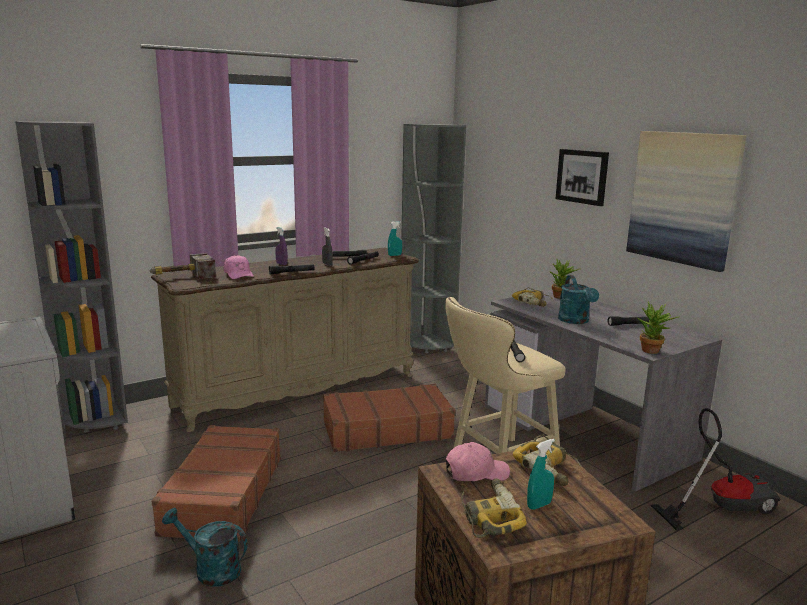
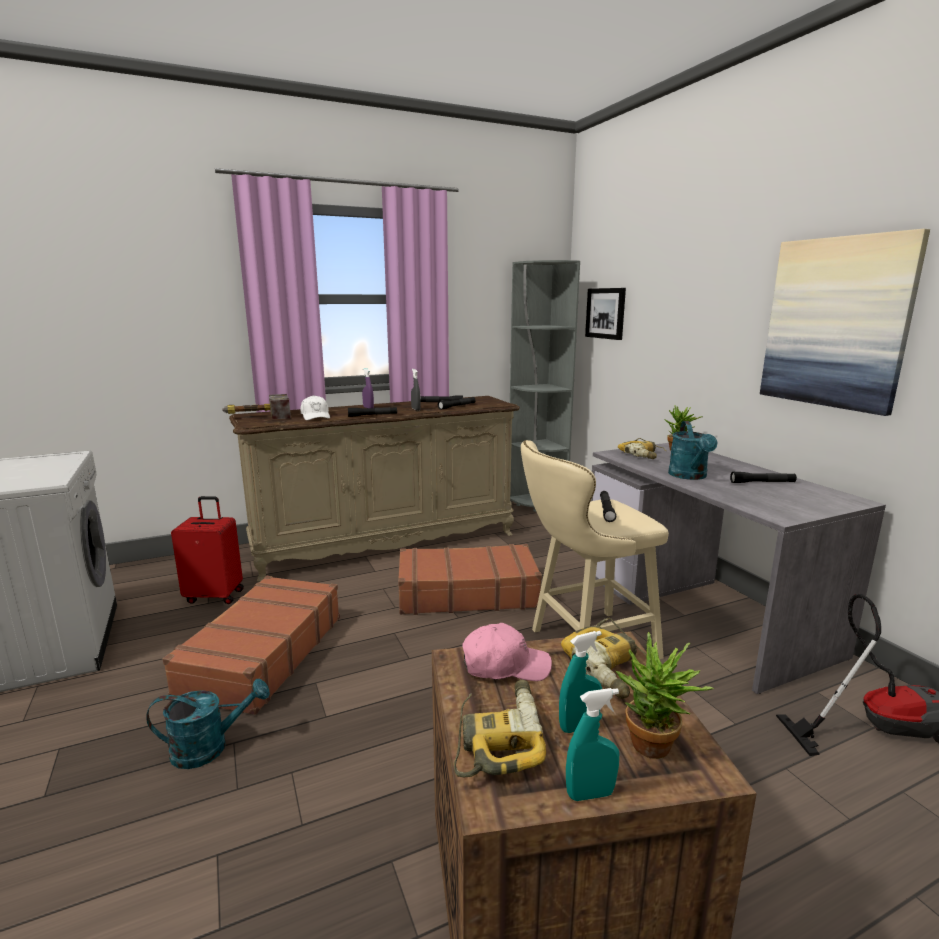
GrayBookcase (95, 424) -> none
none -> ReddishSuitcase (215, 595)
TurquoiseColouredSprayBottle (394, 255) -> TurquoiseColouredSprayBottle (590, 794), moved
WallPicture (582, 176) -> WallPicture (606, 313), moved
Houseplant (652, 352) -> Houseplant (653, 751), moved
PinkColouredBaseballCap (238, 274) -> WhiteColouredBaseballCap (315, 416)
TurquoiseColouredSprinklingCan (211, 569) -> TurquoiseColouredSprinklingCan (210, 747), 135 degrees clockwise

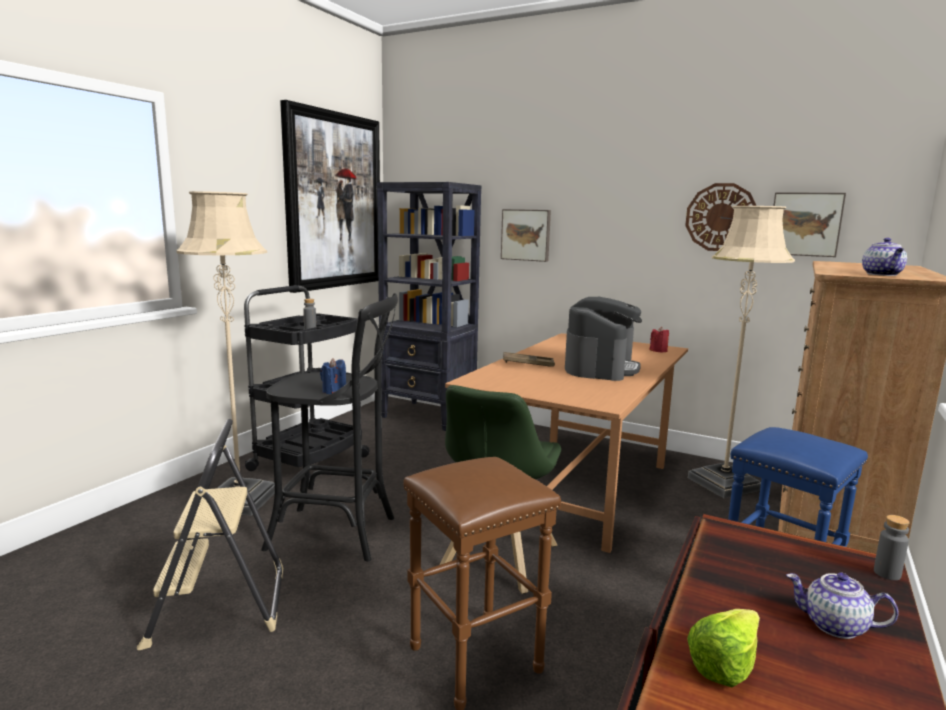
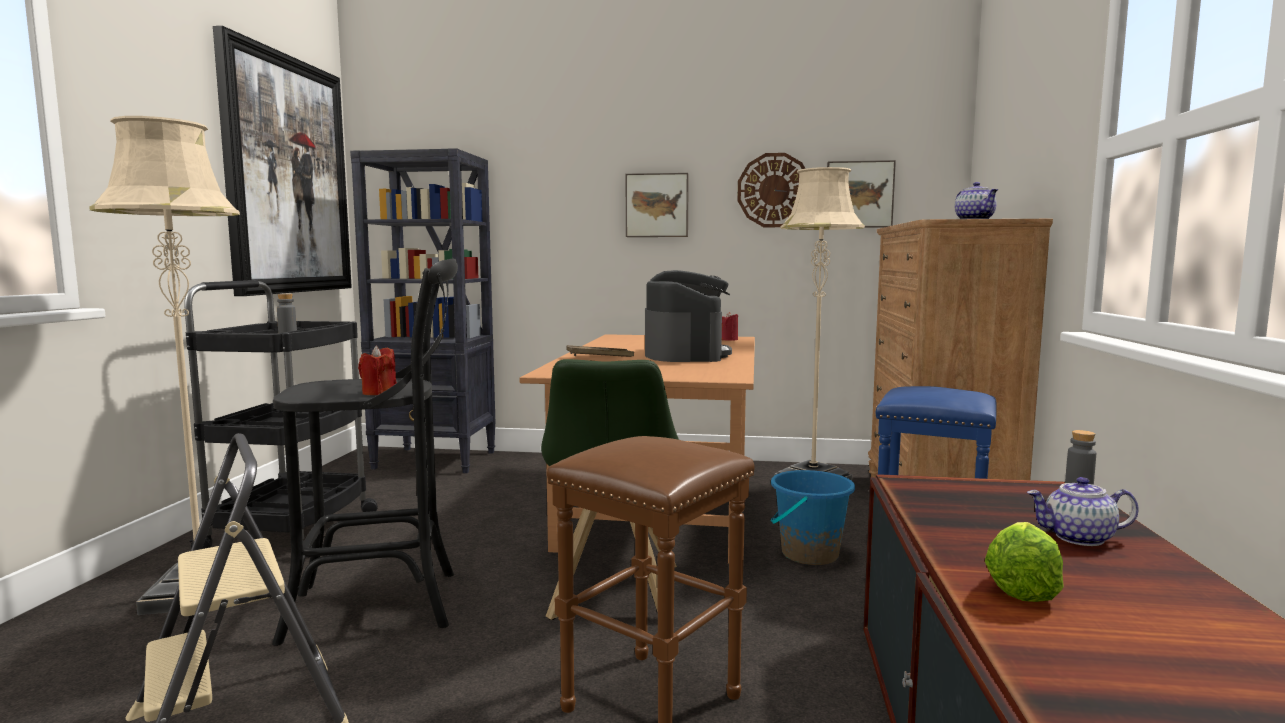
none -> BluishBucket (809, 554)
WallPicture (526, 235) -> WallPicture (657, 205), moved
BluishWaxLight (334, 391) -> ReddishWaxLight (379, 393)

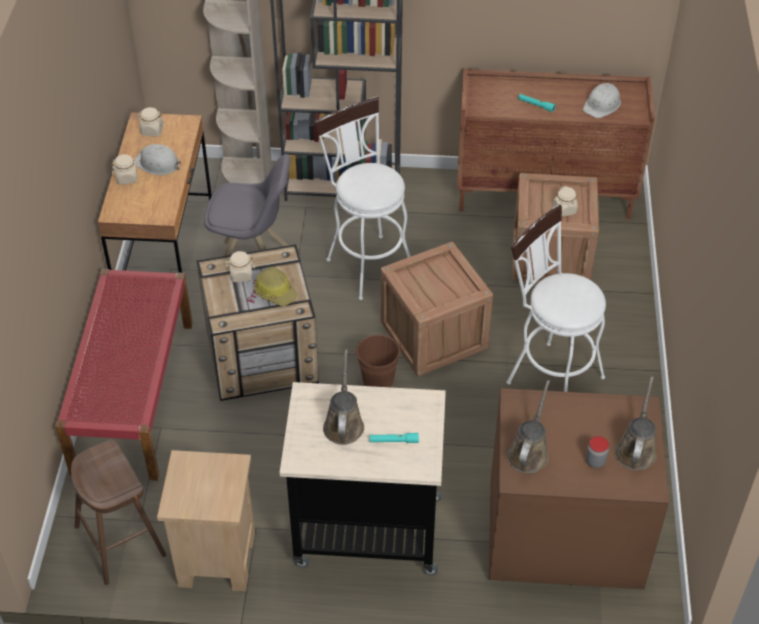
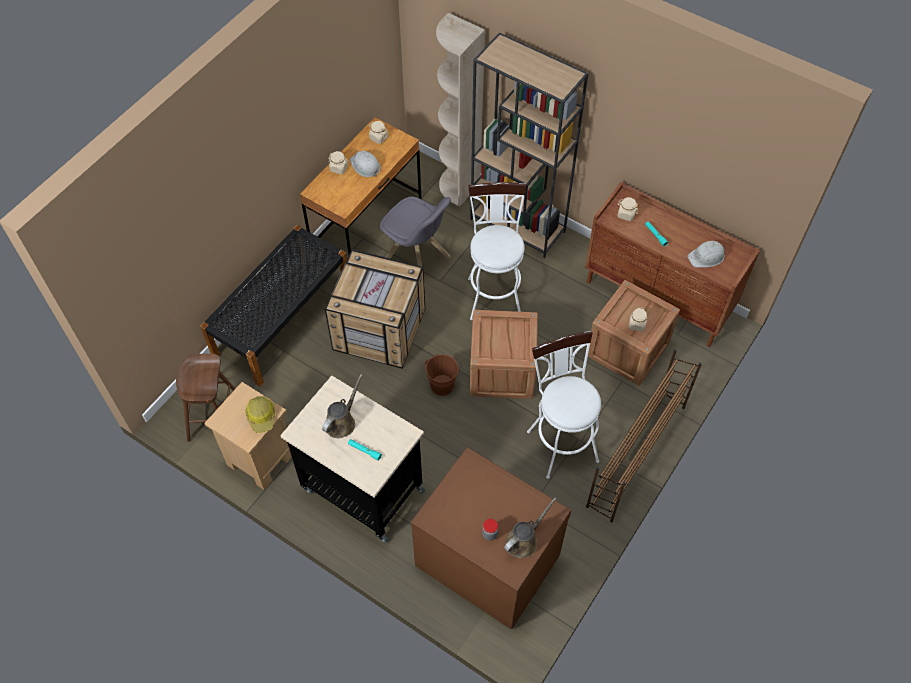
BrownSprinklingCan (528, 452) -> none
none -> BrownShoeStand (636, 456)
SandColouredStorageJar (241, 275) -> SandColouredStorageJar (626, 214), moved
SafetyHelmet (276, 292) -> SafetyHelmet (261, 416), moved
ReddishLongSeat (133, 395) -> BlackColouredLongSeat (282, 319)

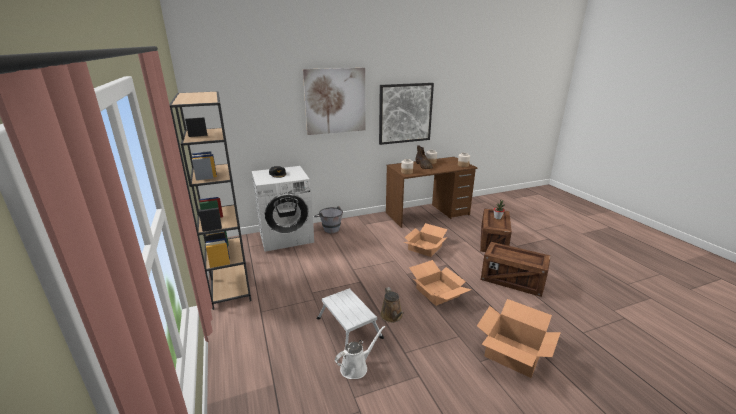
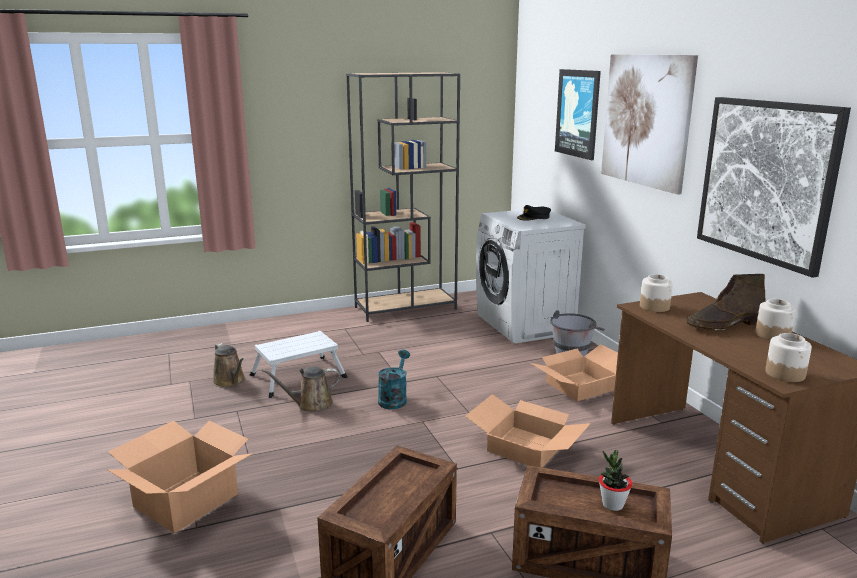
none -> TurquoiseColouredSprinklingCan (394, 398)
none -> WallPicture (578, 113)
Carton (436, 292) -> Carton (580, 385), moved
WhiteColouredSprinklingCan (356, 367) -> BrownSprinklingCan (230, 381)

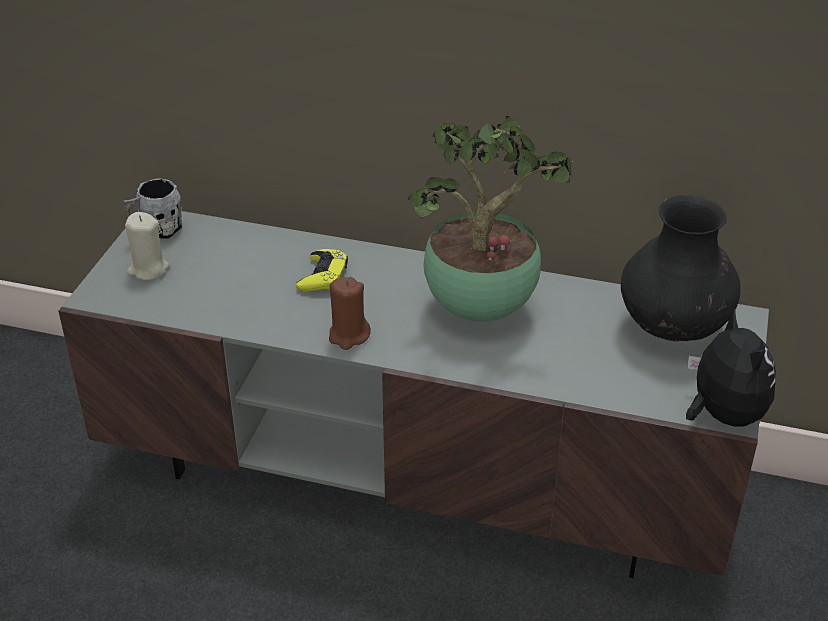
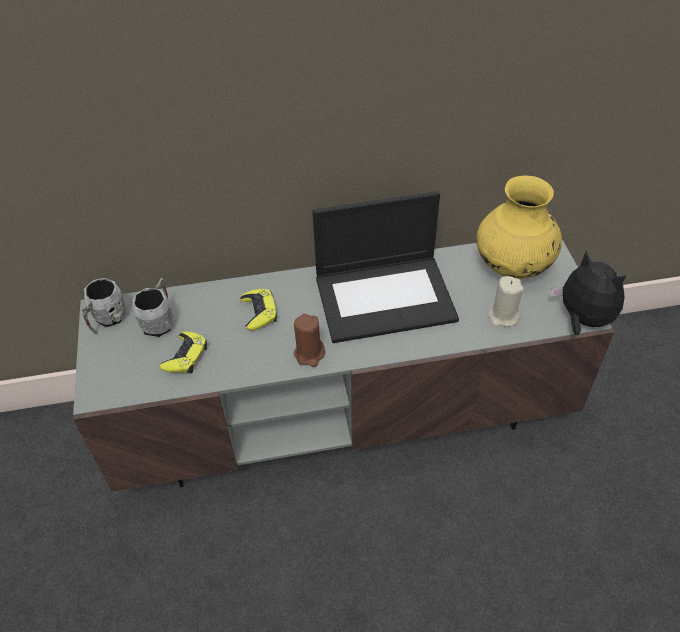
none -> GrayMug (160, 322)
none -> YellowColouredGamepad (185, 356)
SandColouredWaxLight (148, 269) -> SandColouredWaxLight (503, 316), moved
Houseplant (483, 309) -> NotebookComputer (386, 297)
BlackColouredVase (673, 329) -> YellowColouredVase (512, 267)

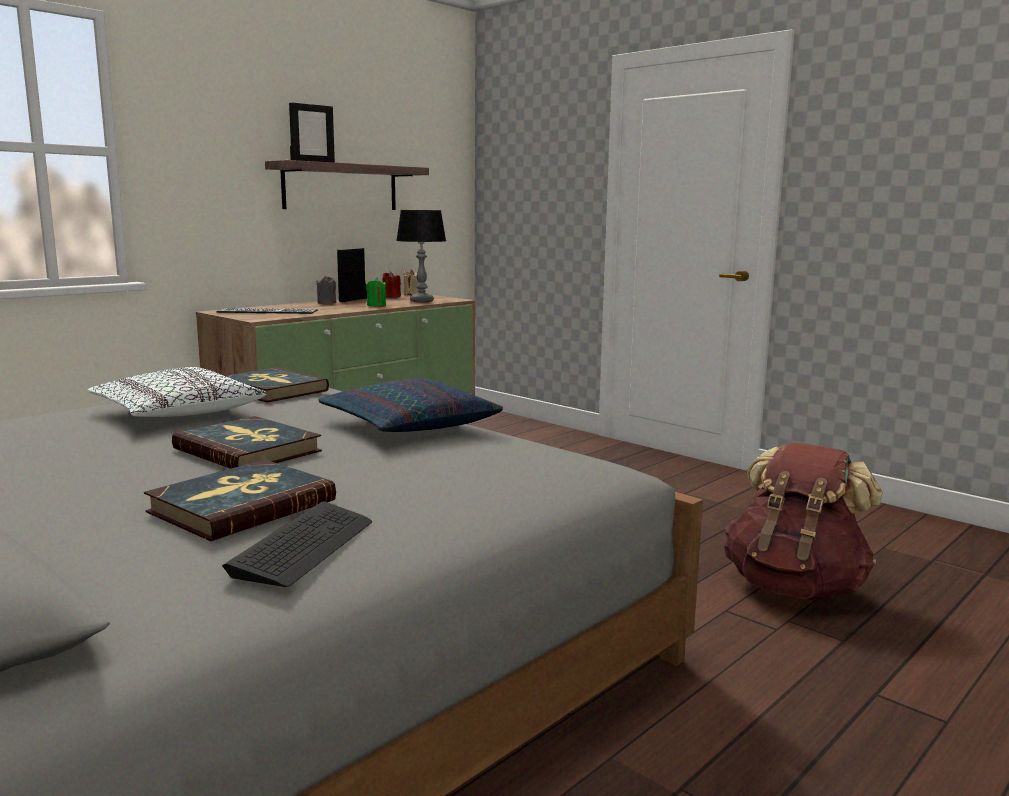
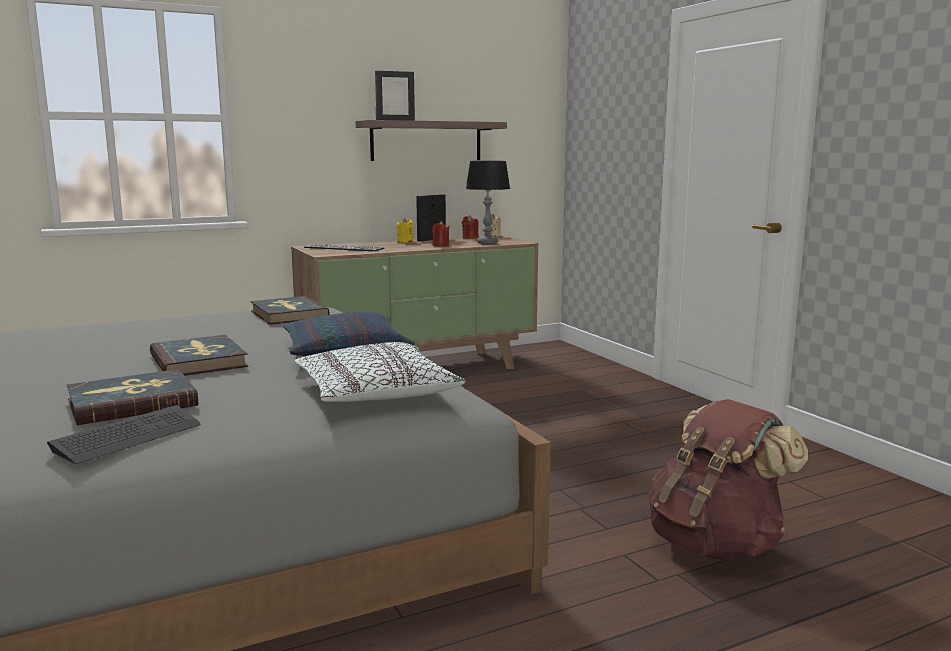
WhiteColouredCushion (177, 412) -> WhiteColouredCushion (375, 392), moved
GrayWaxLight (326, 302) -> YellowColouredWaxLight (405, 241)
GreenishWaxLight (376, 305) -> ReddishWaxLight (441, 246)

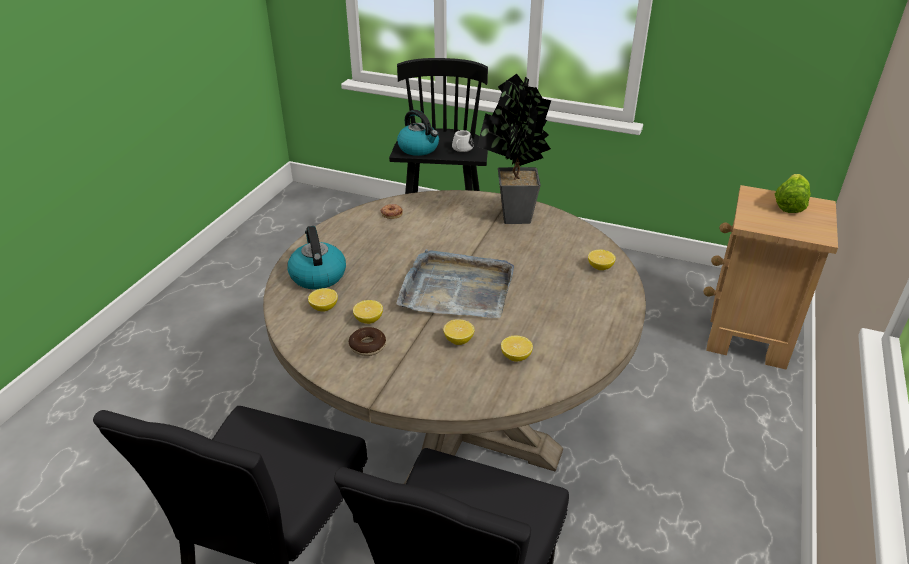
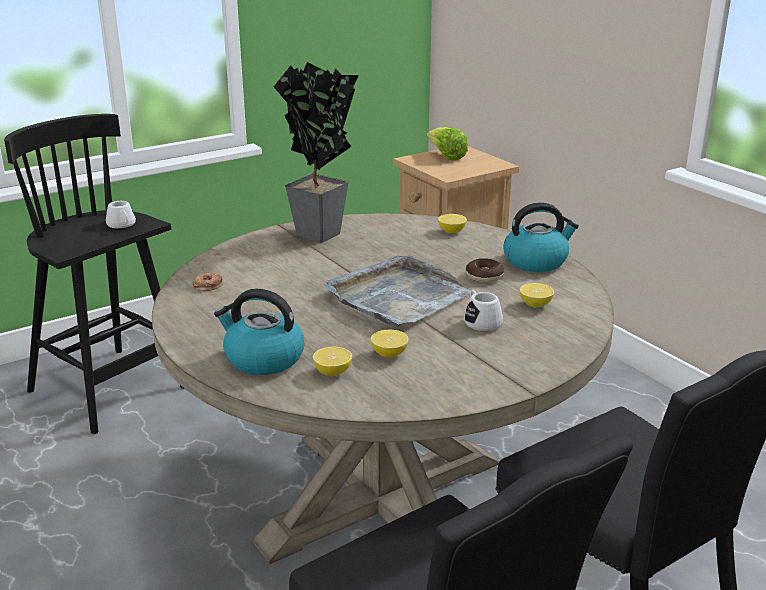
Doughnut (367, 346) -> Doughnut (484, 276), moved
WaterKettle (419, 148) -> WaterKettle (536, 261), moved
CitrusFruit (458, 340) -> WhiteColouredMug (480, 321)

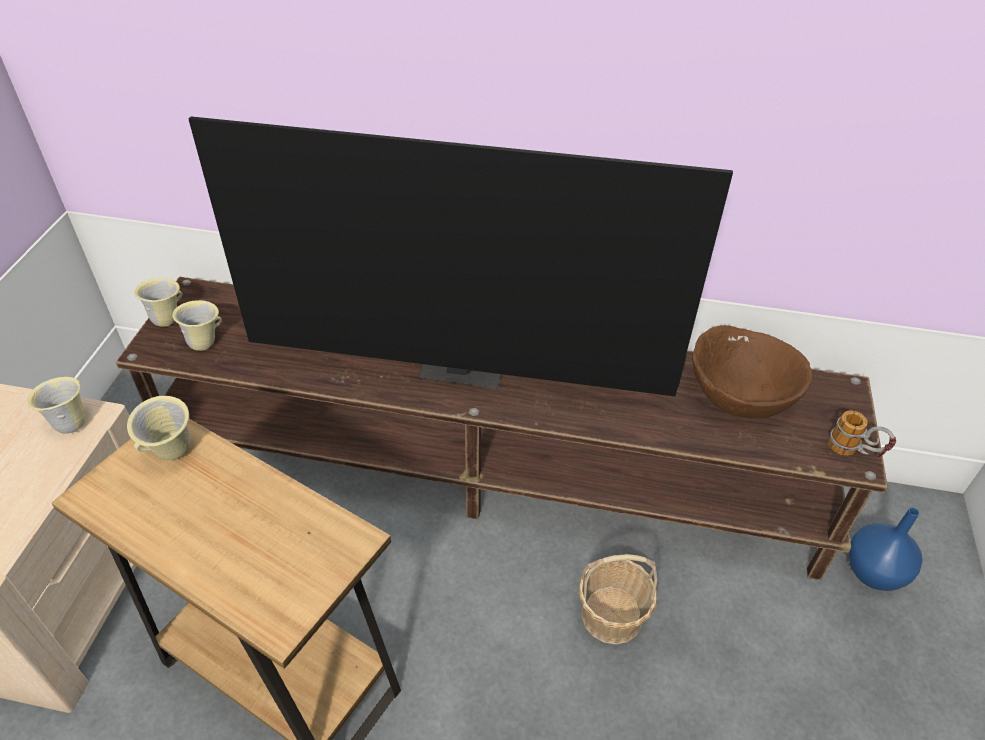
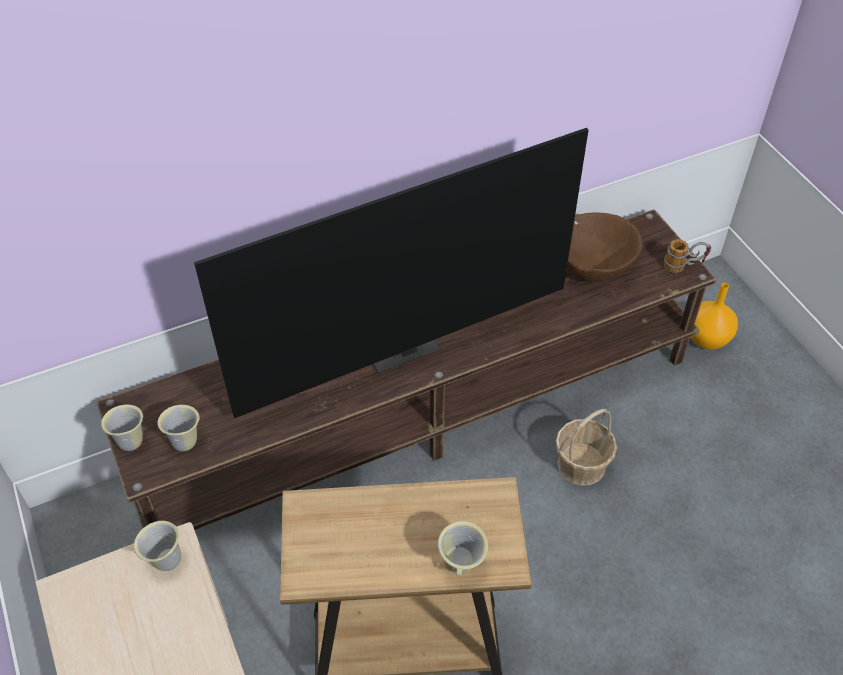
SandColouredMug (172, 455) -> SandColouredMug (461, 566), moved
BluishVase (872, 571) -> OrangeVase (705, 338)

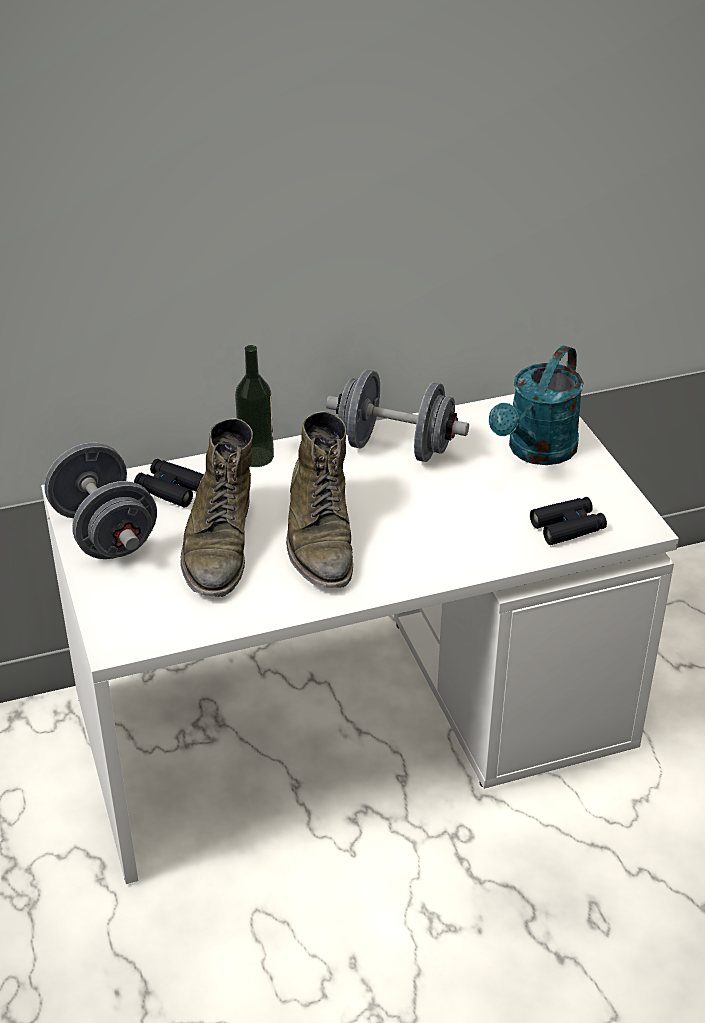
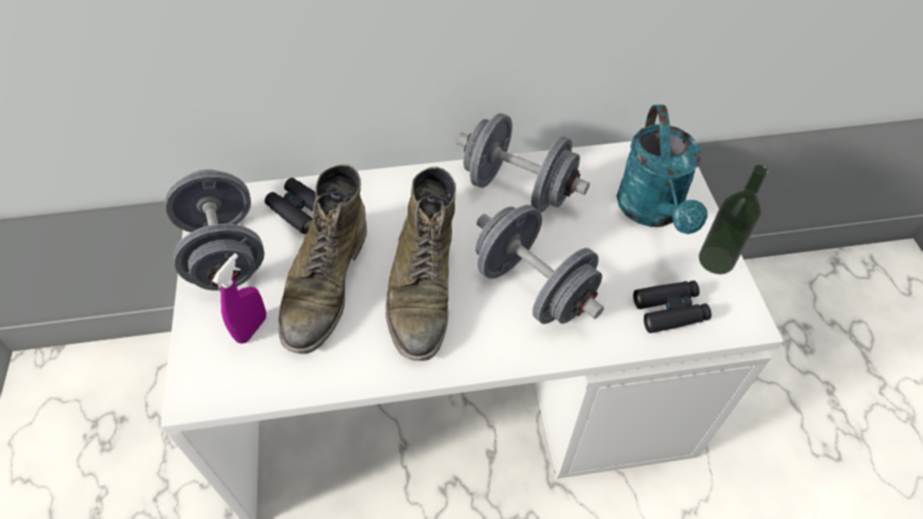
none -> PurpleSprayBottle (252, 328)
none -> GrayFreeWeight (533, 288)
Bottle (256, 457) -> Bottle (716, 260), moved
TurquoiseColouredSprinklingCan (536, 452) -> TurquoiseColouredSprinklingCan (653, 212), 45 degrees counterclockwise

